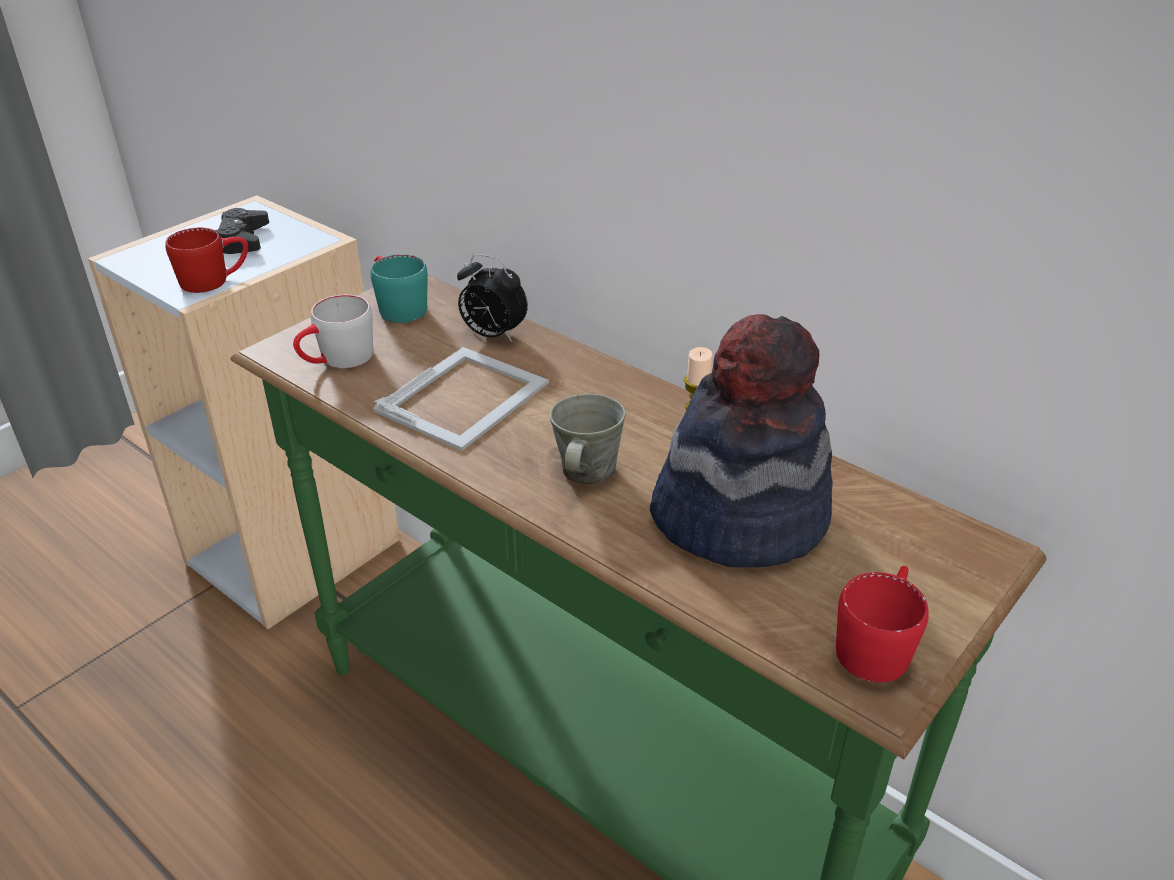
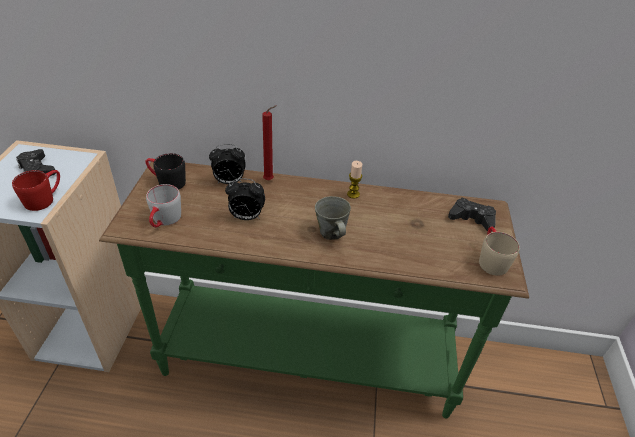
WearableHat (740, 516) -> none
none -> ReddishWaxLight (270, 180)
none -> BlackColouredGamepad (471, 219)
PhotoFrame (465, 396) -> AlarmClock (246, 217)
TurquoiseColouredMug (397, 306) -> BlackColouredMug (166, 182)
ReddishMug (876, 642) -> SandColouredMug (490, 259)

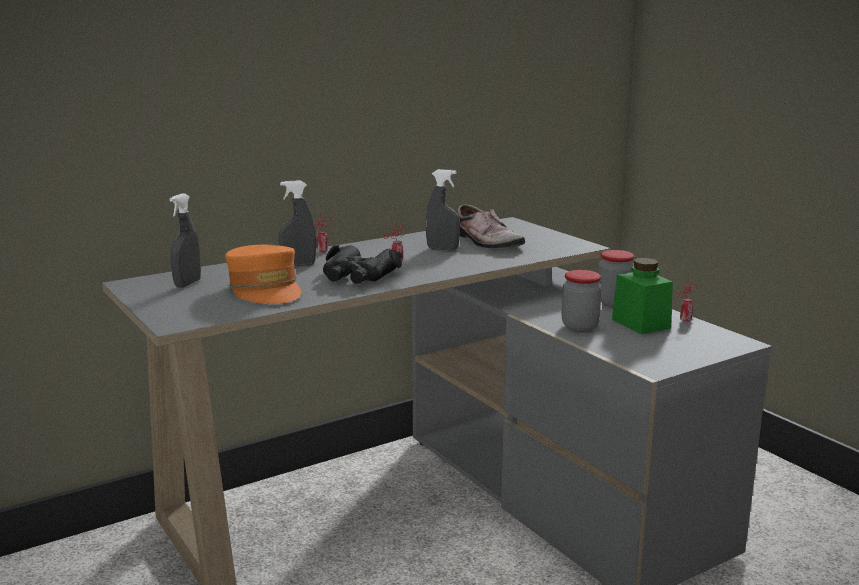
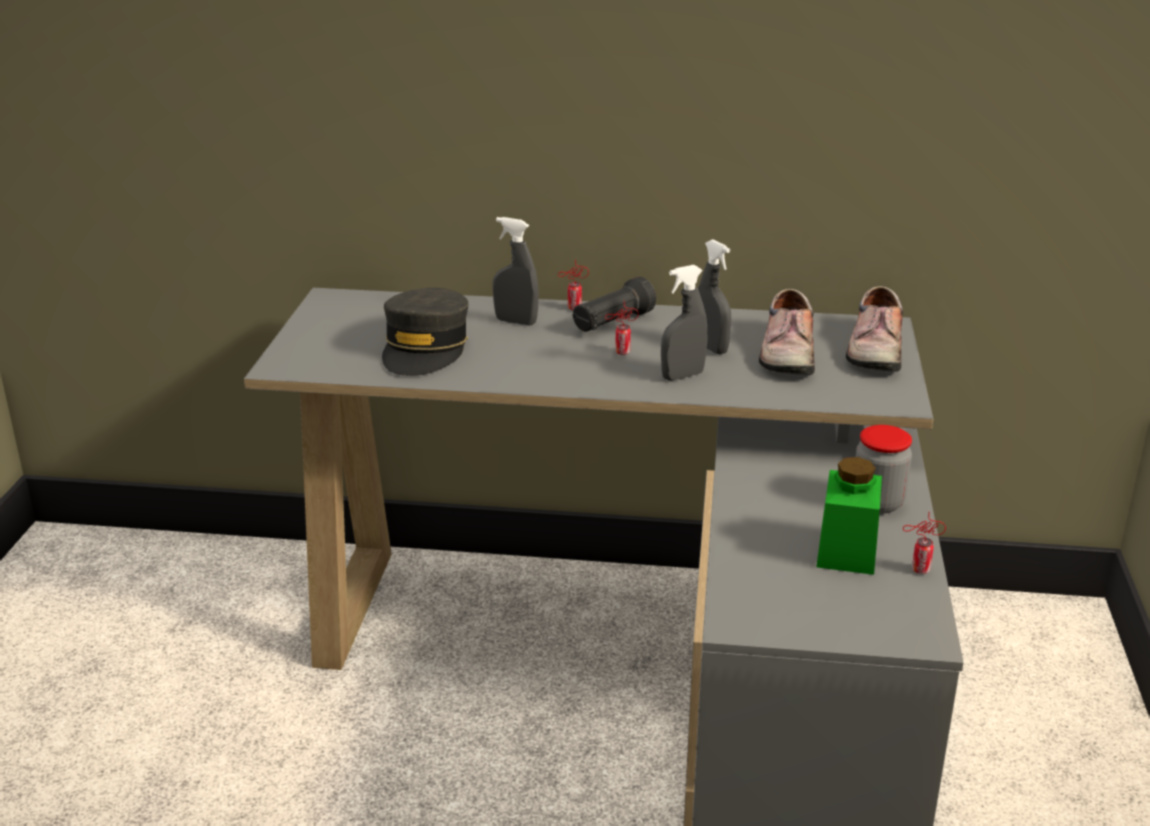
BlackColouredPairOfBinoculars (359, 276) -> none
StorageJar (580, 326) -> none
none -> BlackColouredFlashlight (612, 323)
none -> Shoe (872, 349)
GraySprayBottle (187, 284) -> GraySprayBottle (682, 376), moved
OrangeBaseballCap (265, 289) -> GrayBaseballCap (425, 349)

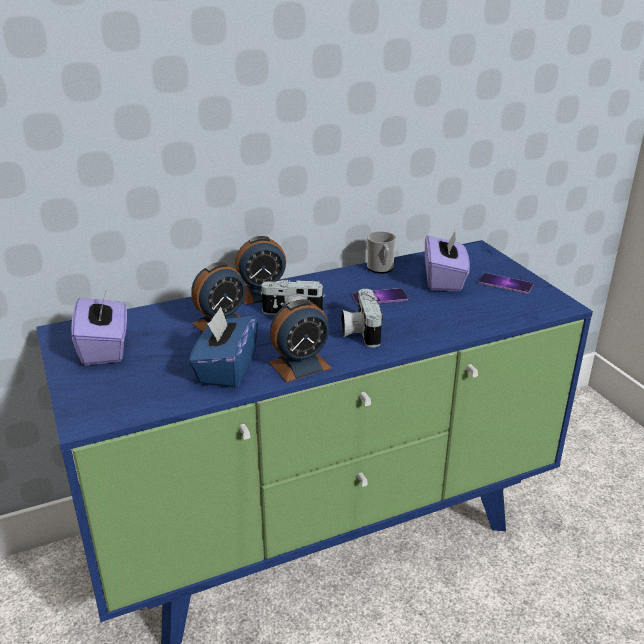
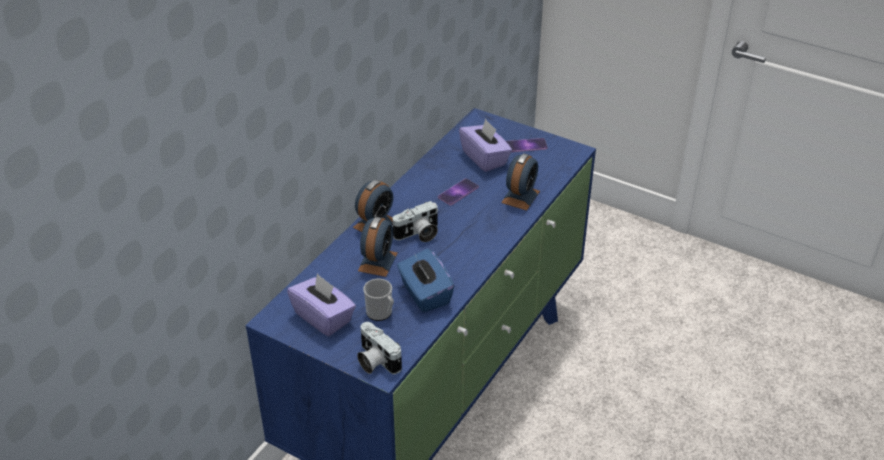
AlarmClock (300, 365) -> AlarmClock (520, 197), moved
PhotoCamera (360, 331) -> PhotoCamera (375, 361), moved
Mug (381, 269) -> Mug (381, 313), moved

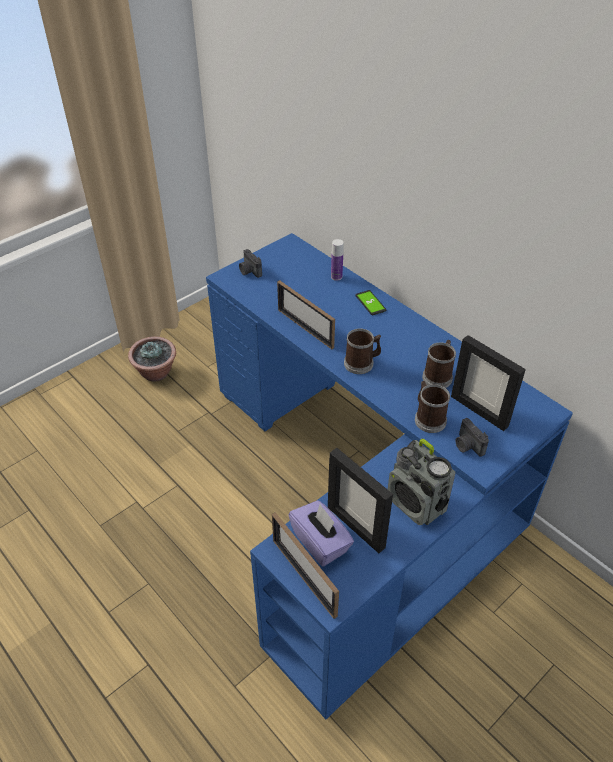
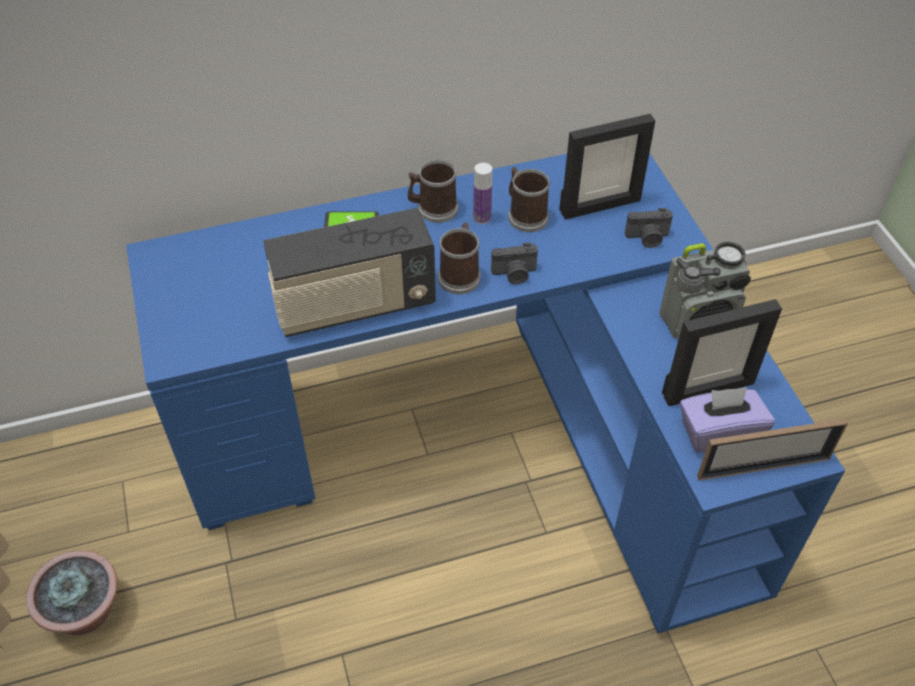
PhotoCamera (249, 271) -> PhotoCamera (514, 274), moved
Bottle (336, 277) -> Bottle (482, 217), moved
Mug (428, 418) -> Mug (433, 209), moved
PhotoFrame (305, 328) -> Radio (354, 306)

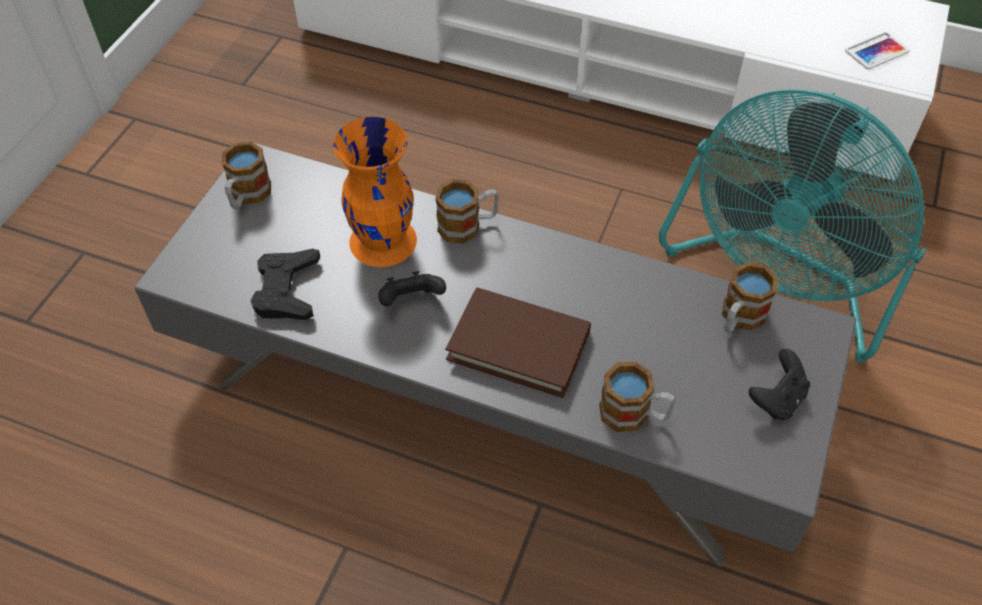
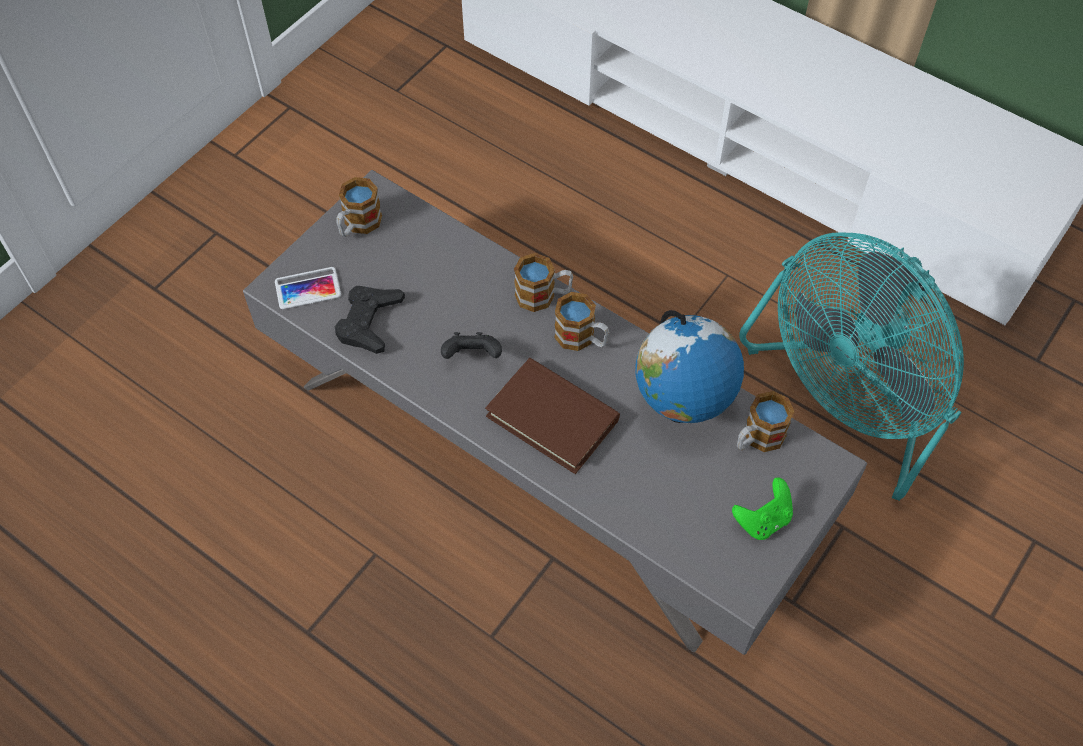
OrangeVase (384, 241) -> none
none -> Globe (681, 409)
Mug (634, 414) -> Mug (582, 338), moved
Handset (876, 51) -> Handset (308, 288), moved
BlackColouredGamepad (776, 399) -> GreenishGamepad (762, 520)

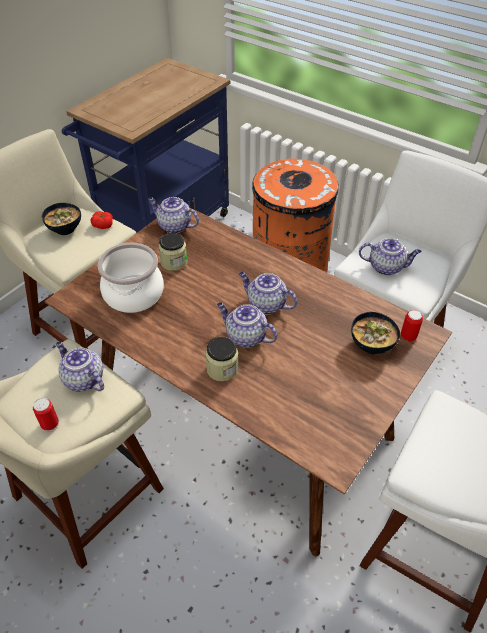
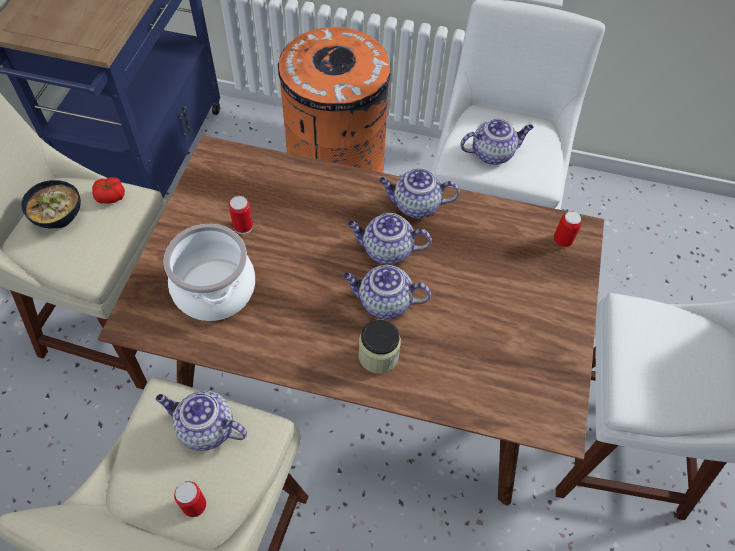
DeepDish (372, 344) -> none
TeaPot (174, 226) -> TeaPot (415, 206), moved
StorageJar (174, 262) -> MetalCan (243, 226)

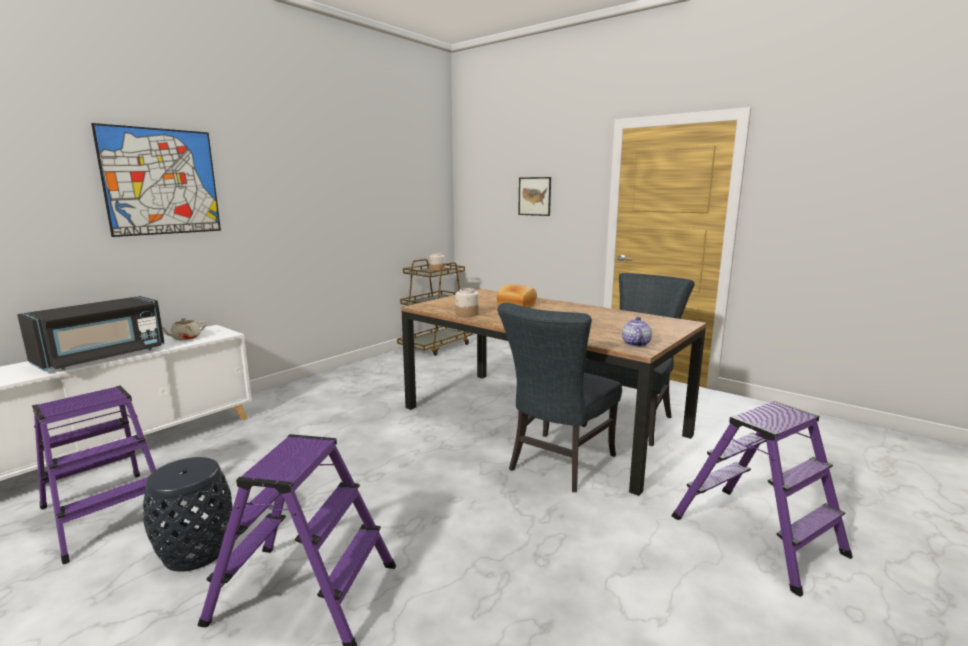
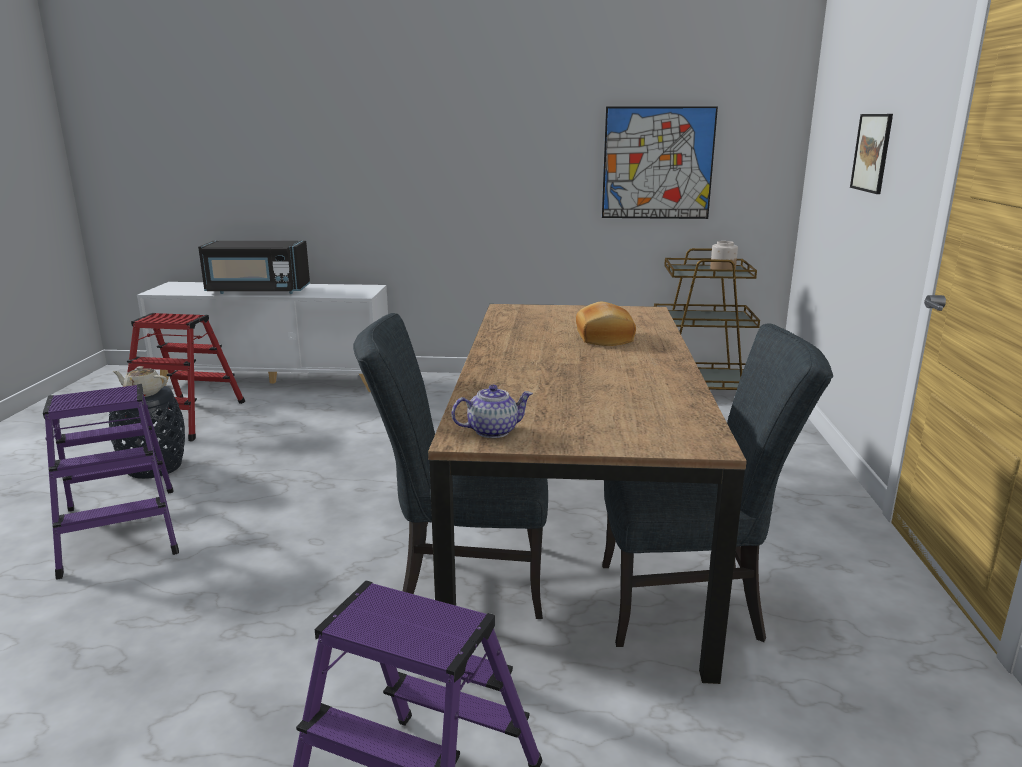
StorageJar (467, 314) -> none
WallPicture (161, 182) -> WallPicture (657, 163), moved
SandColouredTeaPot (185, 338) -> SandColouredTeaPot (143, 393), moved
PurpleStepLadder (106, 512) -> ReddishStepLadder (185, 418)

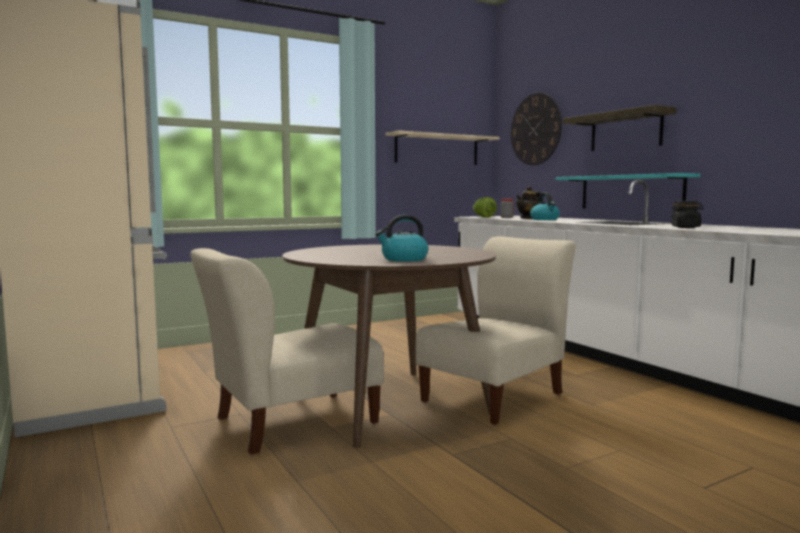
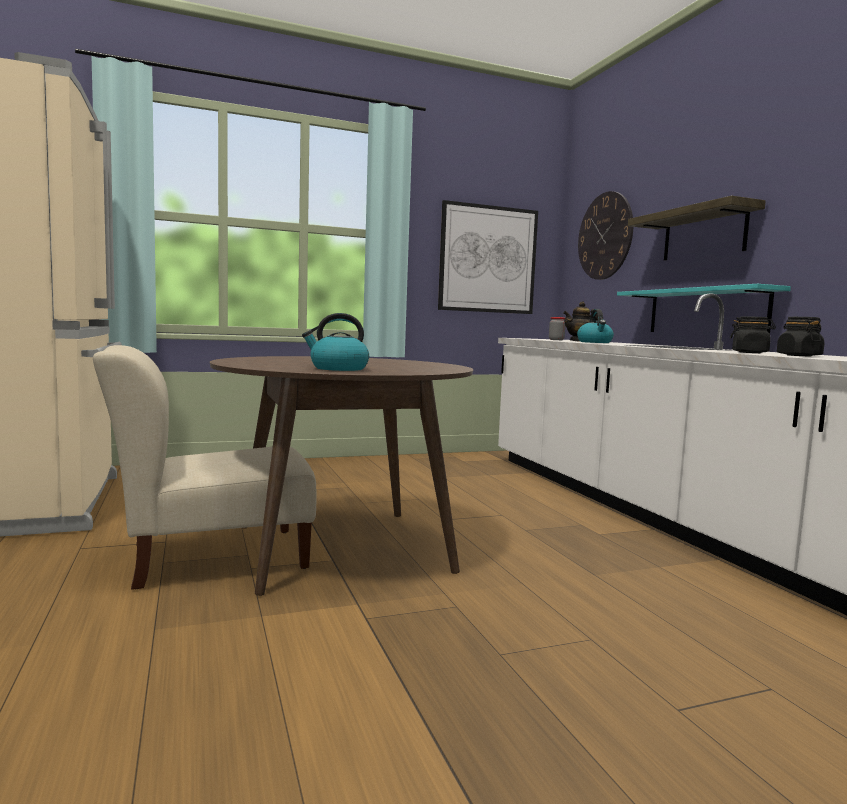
SandColouredUprightChair (496, 396) -> none
Lettuce (483, 217) -> none
none -> BlackColouredStorageJar (798, 355)
SandColouredShelf (437, 149) -> WallPicture (488, 259)

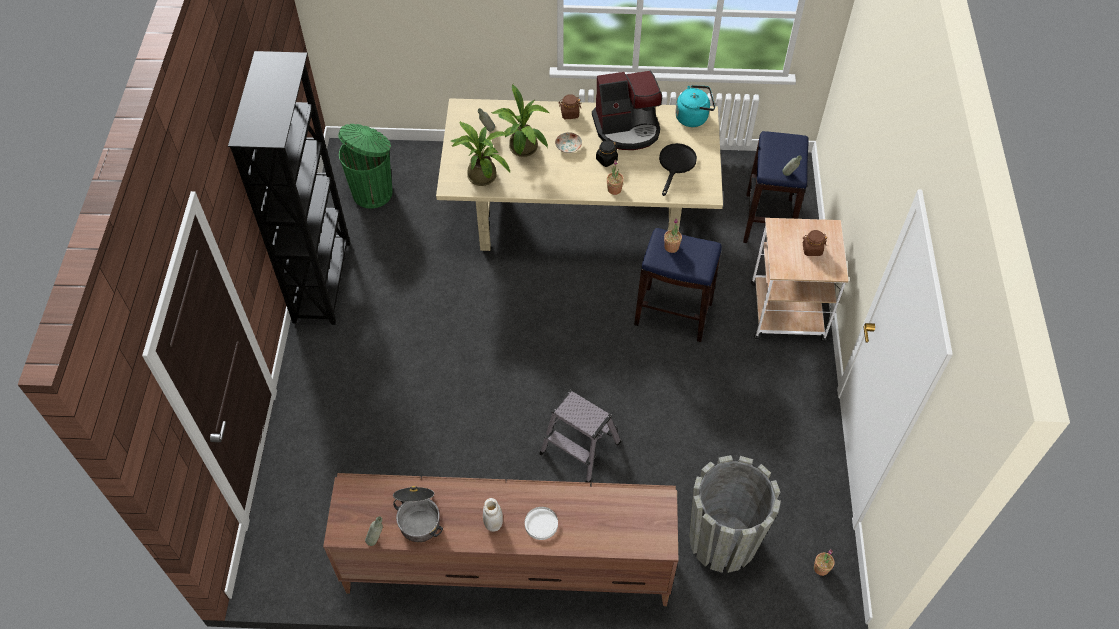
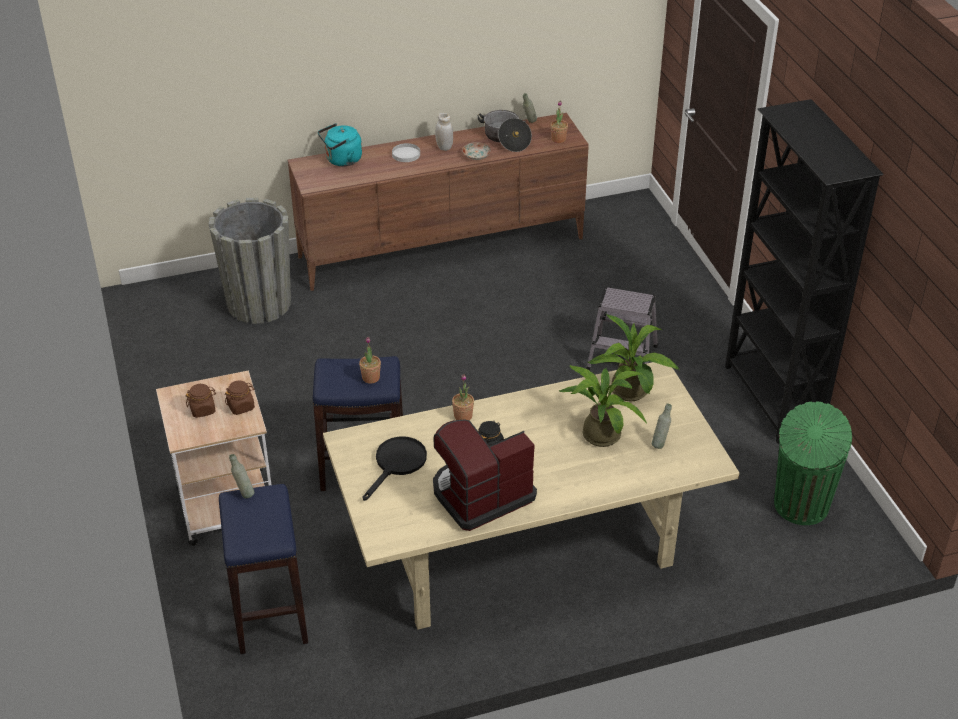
GrayStepLadder (580, 447) -> GrayStepLadder (622, 358), moved
DinnerPlate (568, 146) -> DinnerPlate (477, 156), moved
BrownStorageJar (569, 113) -> BrownStorageJar (241, 406), moved
TurquoiseColouredWaterKettle (693, 117) -> TurquoiseColouredWaterKettle (341, 160), moved
Houseplant (821, 568) -> Houseplant (558, 139), moved
BlackColouredPan (676, 165) -> BlackColouredPan (397, 464), 150 degrees counterclockwise

